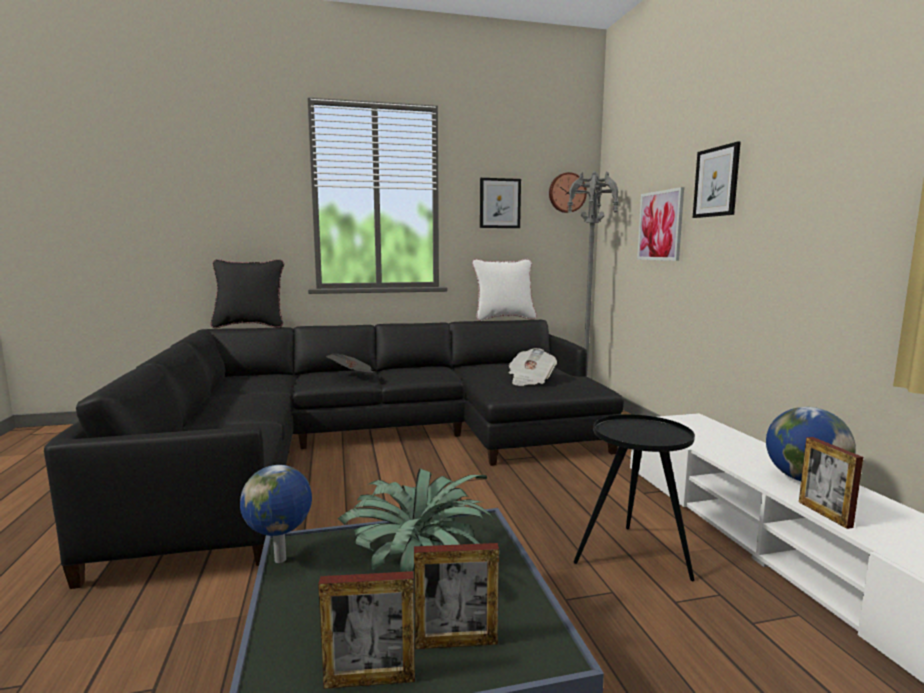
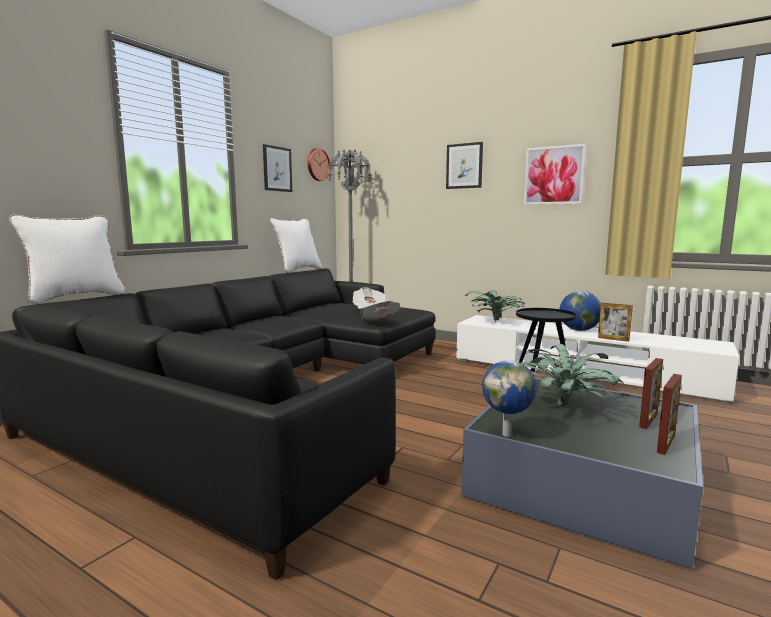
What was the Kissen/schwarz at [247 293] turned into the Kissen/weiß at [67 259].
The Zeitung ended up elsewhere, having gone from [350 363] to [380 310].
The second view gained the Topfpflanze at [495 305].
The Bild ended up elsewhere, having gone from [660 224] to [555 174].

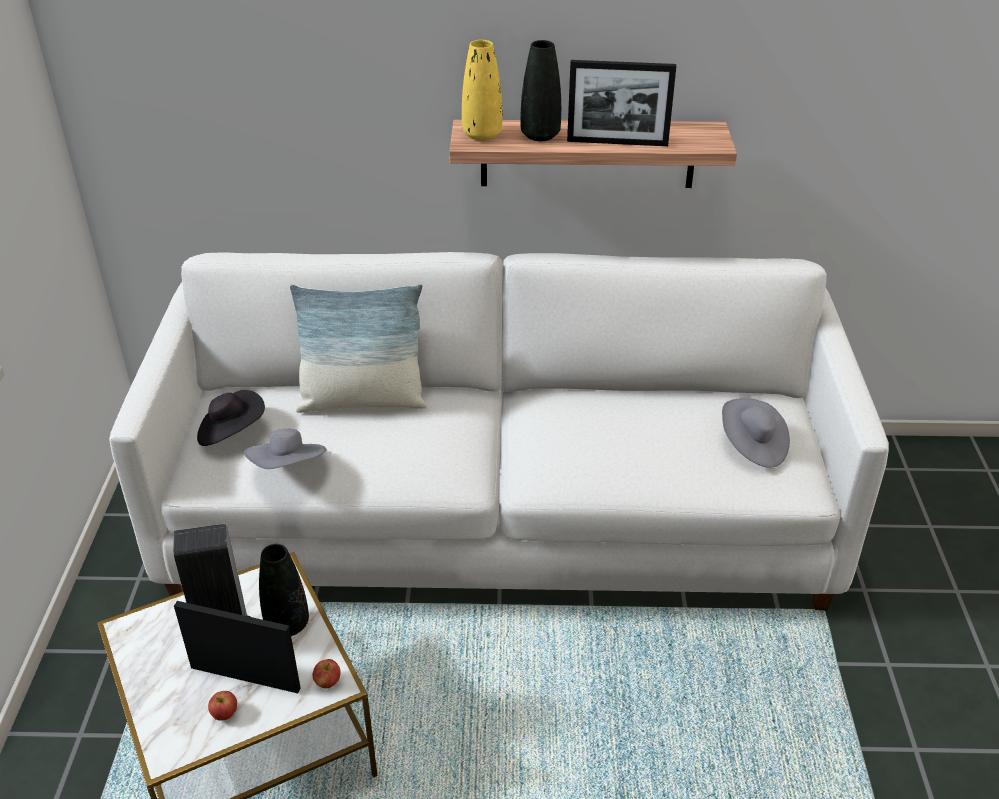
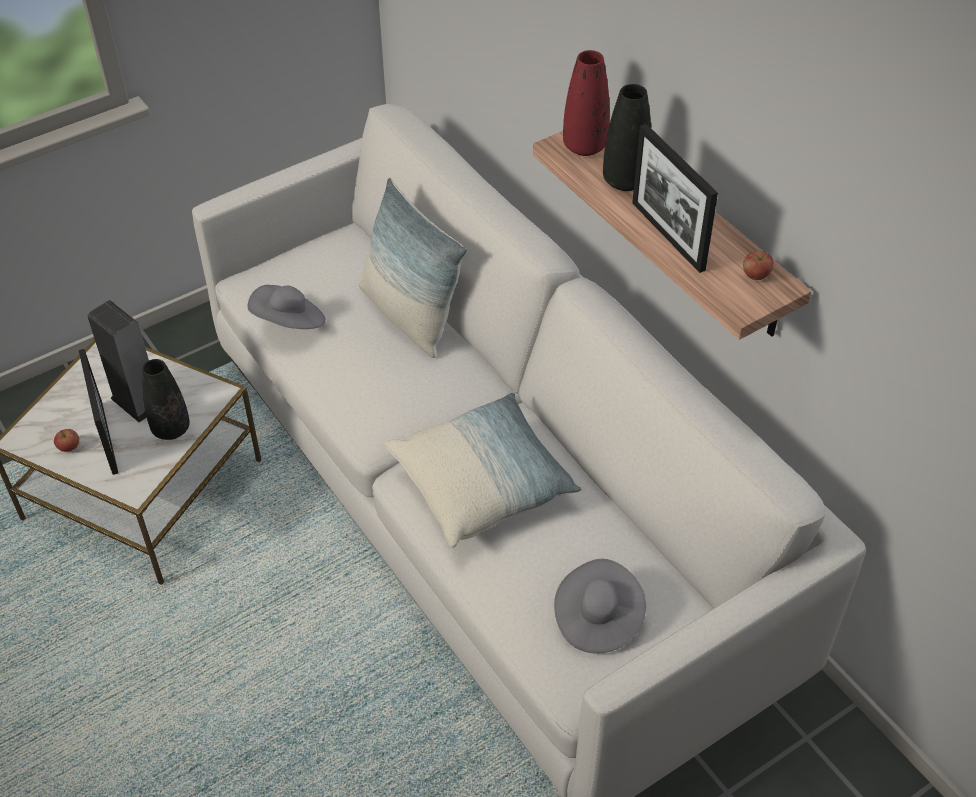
The second view gained the Kissen at [483 470].
What was the Vase/gelb at [482 90] turned into the Vase/rot at [586 103].
The Apfel ended up elsewhere, having gone from [326 673] to [758 265].
The second view lost the Hut/schwarz at [231 418].

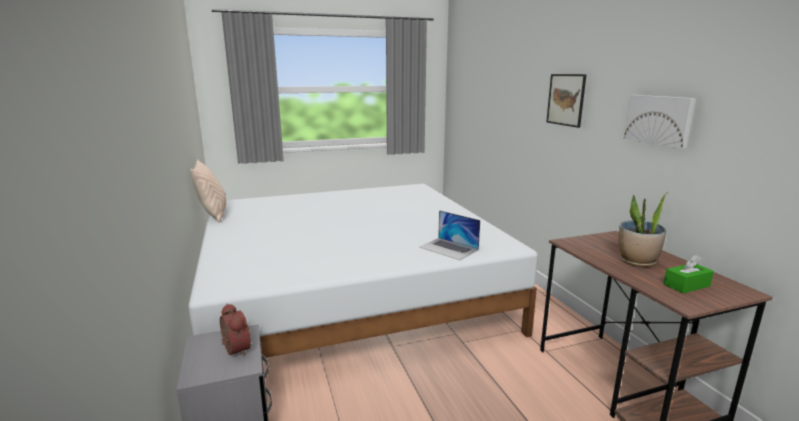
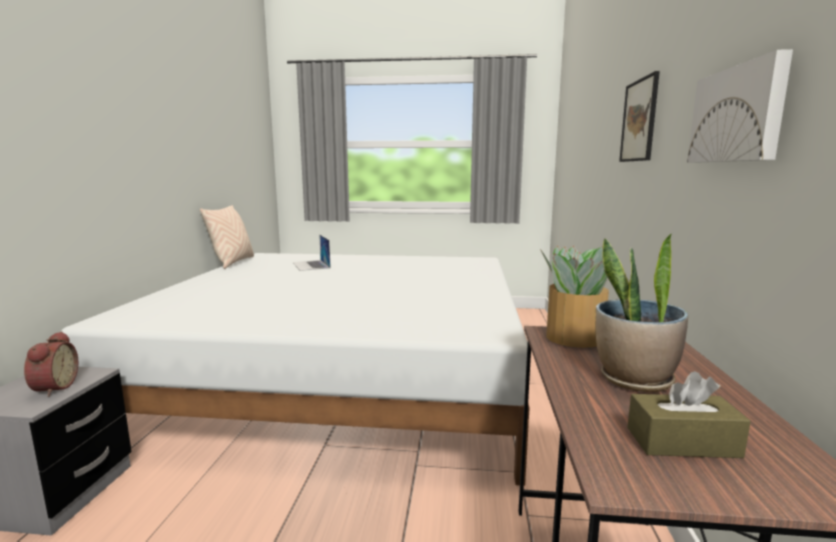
The Laptop ended up elsewhere, having gone from [450 235] to [312 252].
The second view gained the Topfpflanze at [574 297].
What was the Taschentuchbox/grün at [689 274] turned into the Taschentuchbox/braun at [689 414].

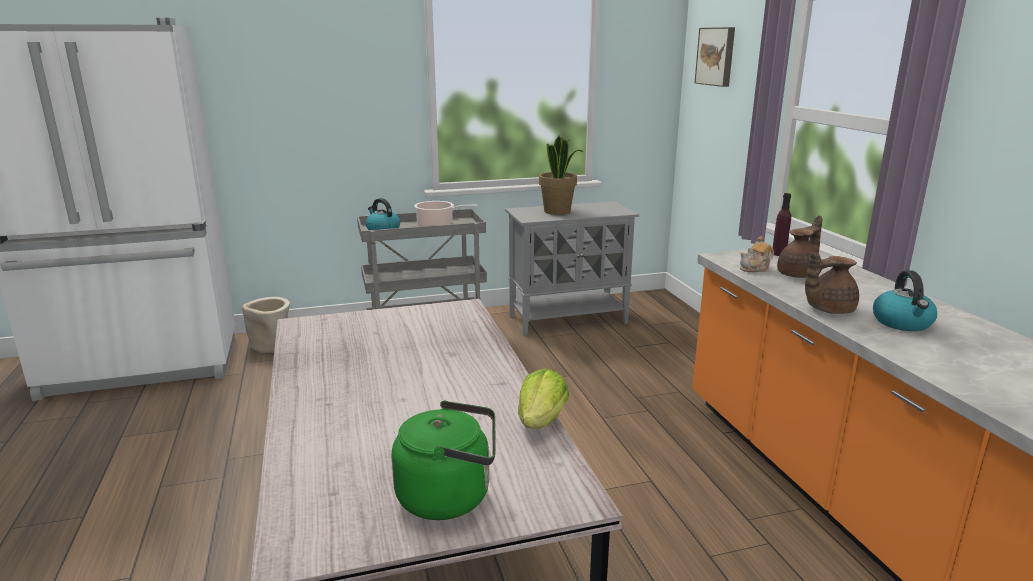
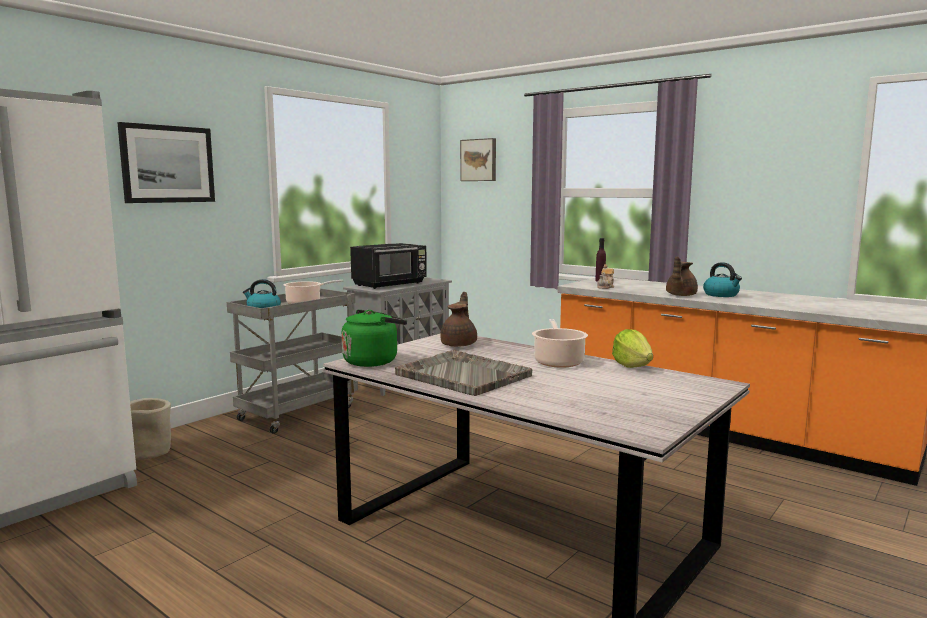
The second view gained the Bild at [166 162].
The Wasserkessel/grün ended up elsewhere, having gone from [444 460] to [374 338].
Where the Topfpflanze stood at [561 175], the Mikrowelle/schwarz came to stand at [388 266].
The second view gained the Tablett/grau at [463 373].
The Teekanne/braun ended up elsewhere, having gone from [800 246] to [458 319].
The second view gained the Kochtopf at [560 343].

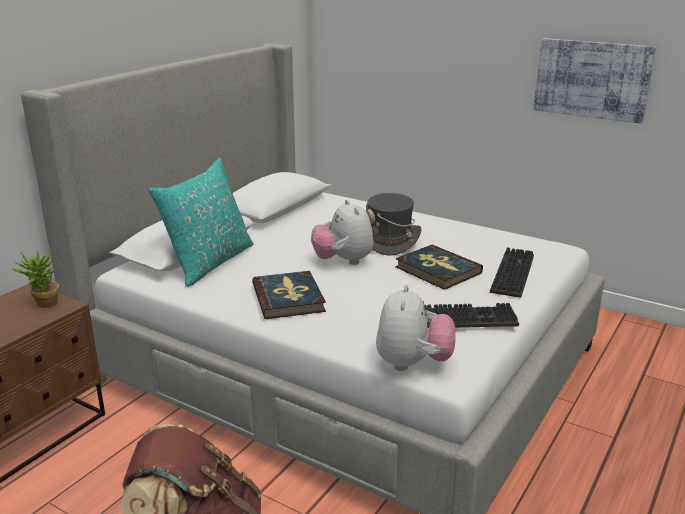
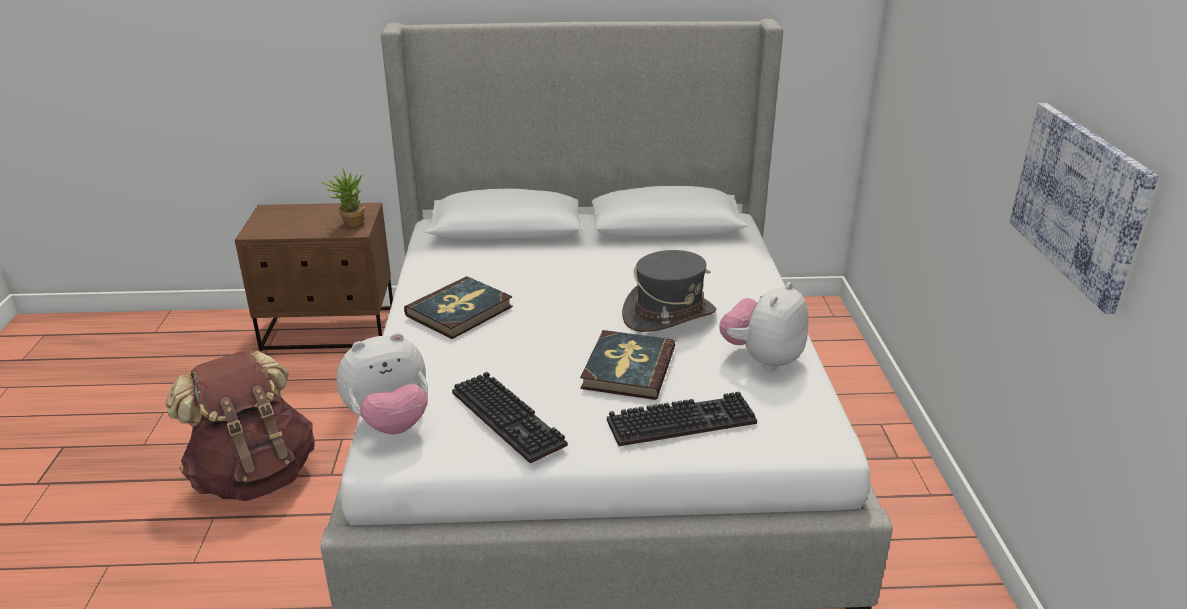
The Plüschtier ended up elsewhere, having gone from [342 232] to [763 326].
The second view lost the Kissen/türkis at [201 222].

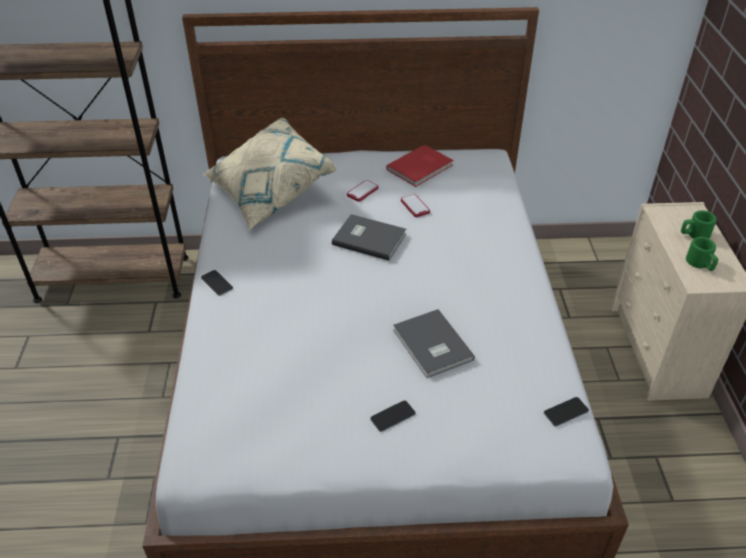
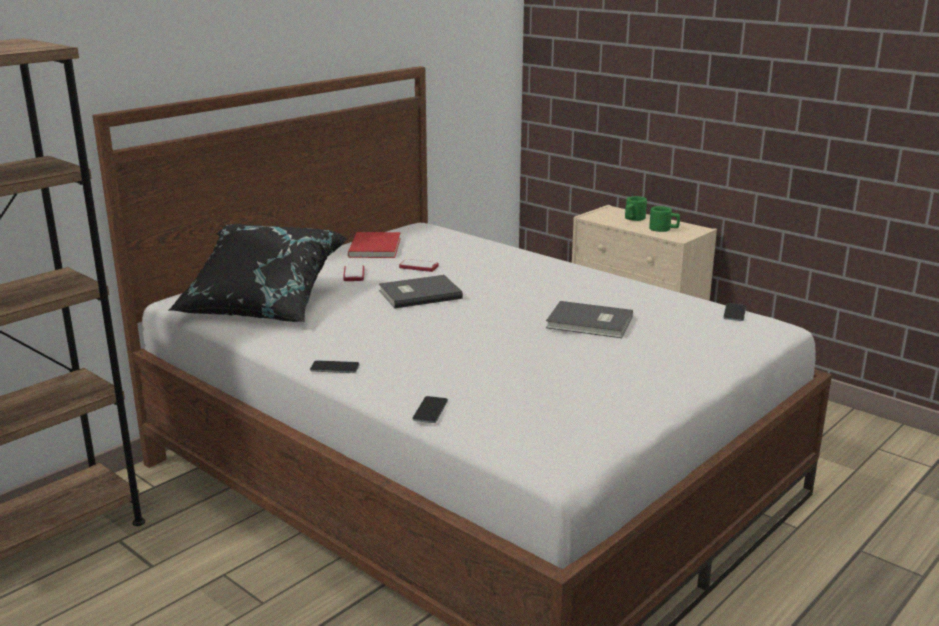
What was the Kissen/beige at [270 174] turned into the Kissen/schwarz at [258 273].
The Handy ended up elsewhere, having gone from [393 416] to [430 409].

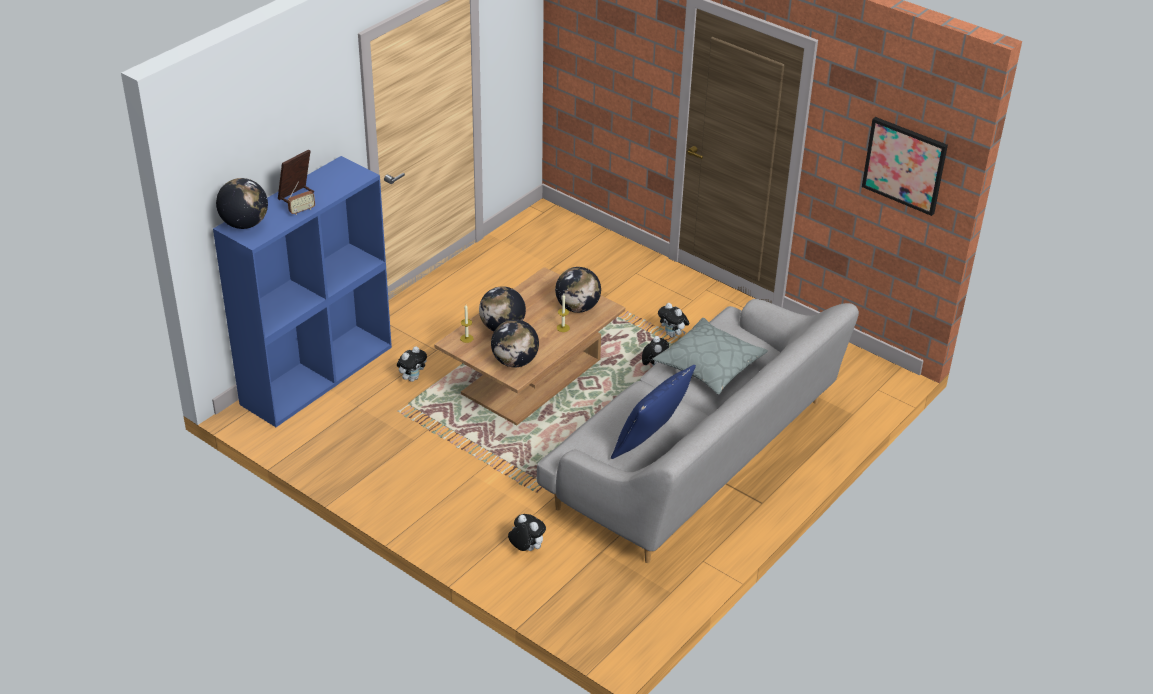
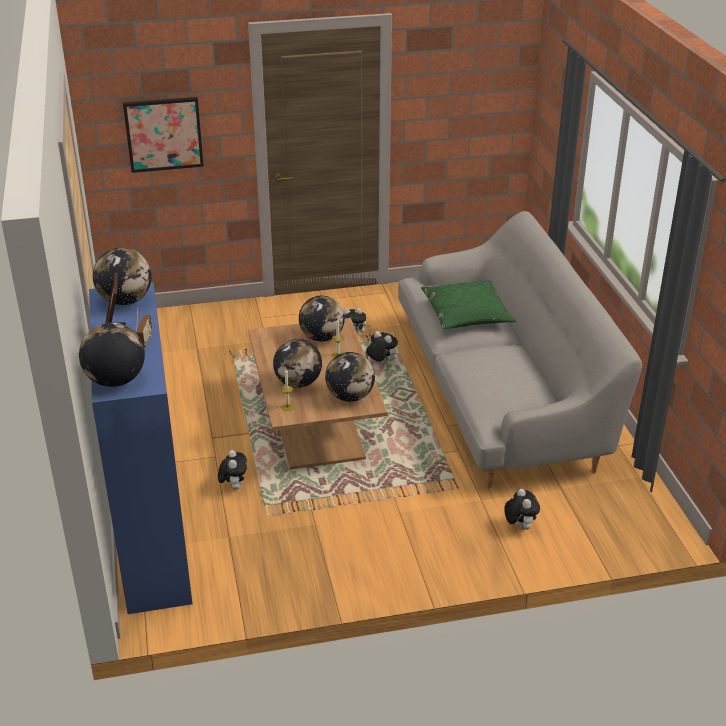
The second view gained the Globus at [122 276].
The Bild ended up elsewhere, having gone from [905 166] to [163 135].
What was the Kissen/grau at [710 356] turned into the Kissen/grün at [468 304].
The Plüschtier at [527 532] ended up facing another way, 90 degrees clockwise from before.
The second view lost the Kissen/blau at [653 412].

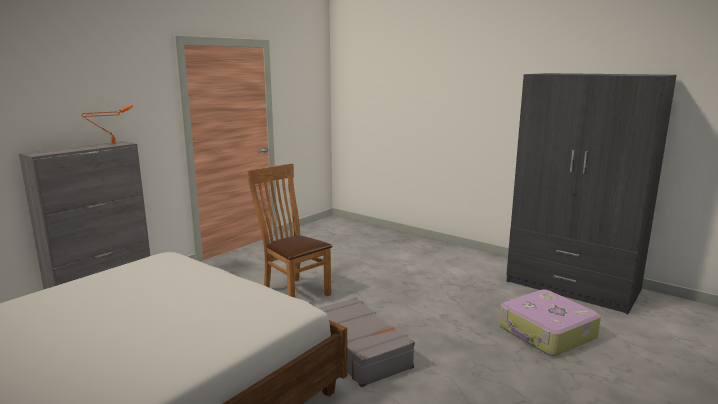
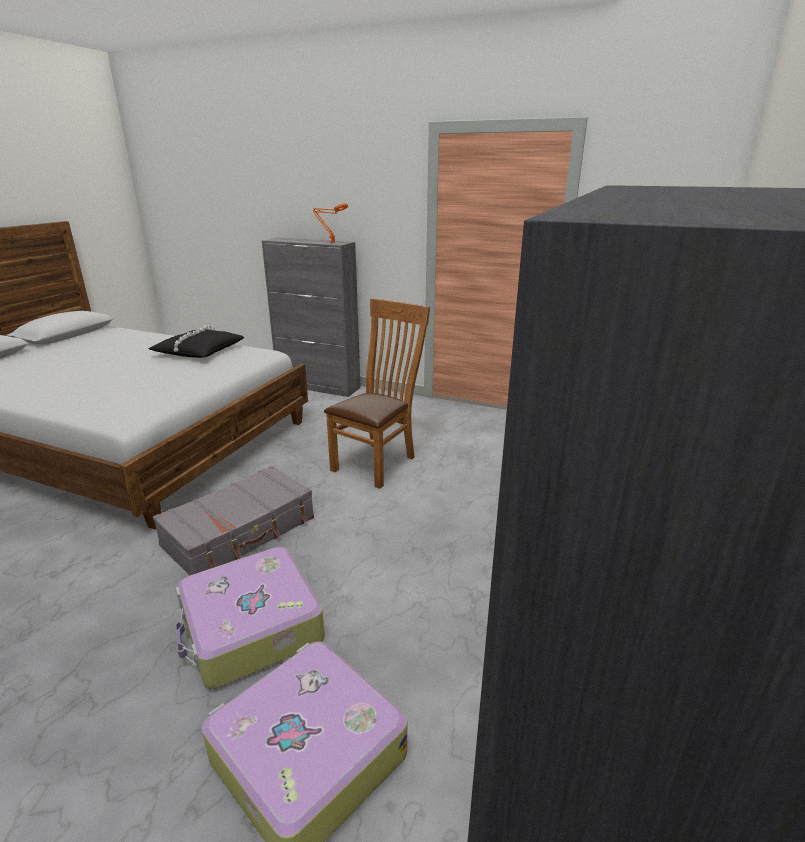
The second view gained the Kissen/schwarz at [196 341].
The second view gained the Koffer at [250 618].

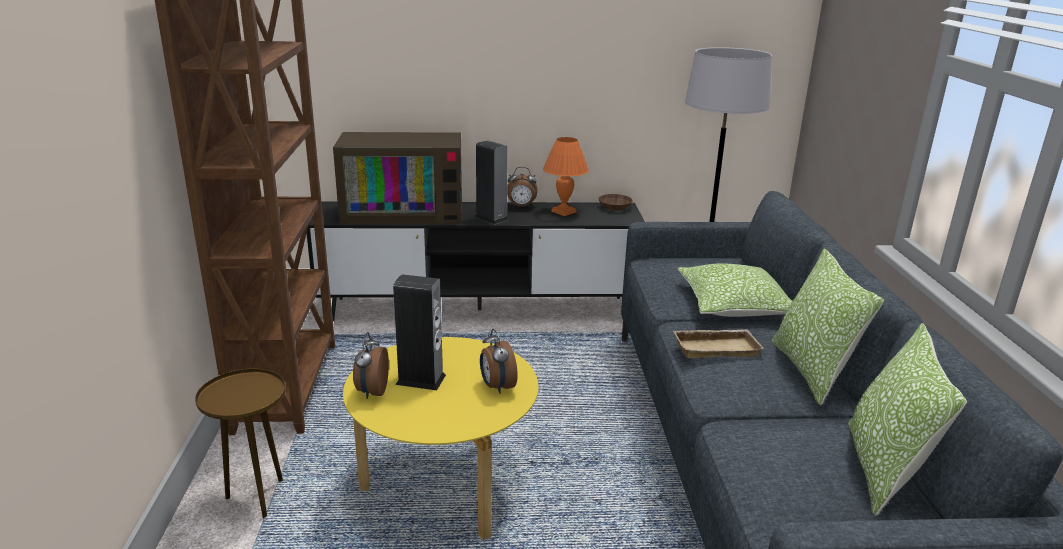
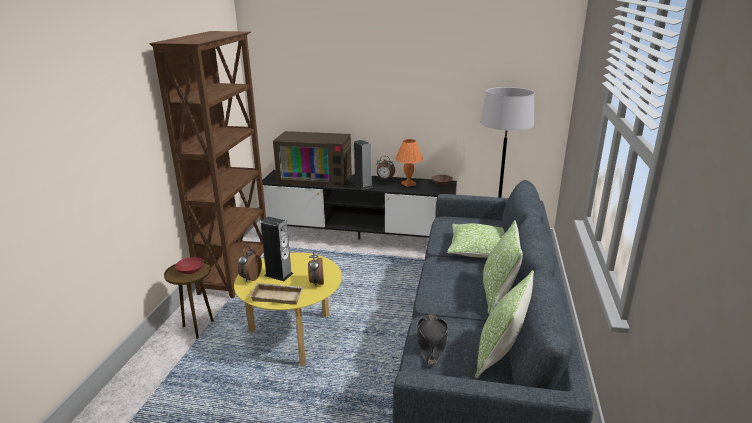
The second view gained the Schüssel/rot at [189 265].
The Tablett/beige ended up elsewhere, having gone from [718 344] to [276 294].
The second view gained the Hut/schwarz at [433 339].

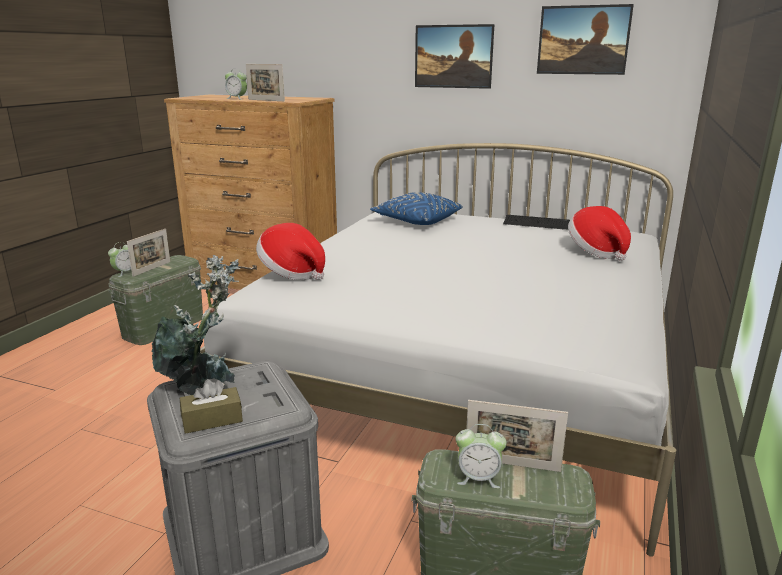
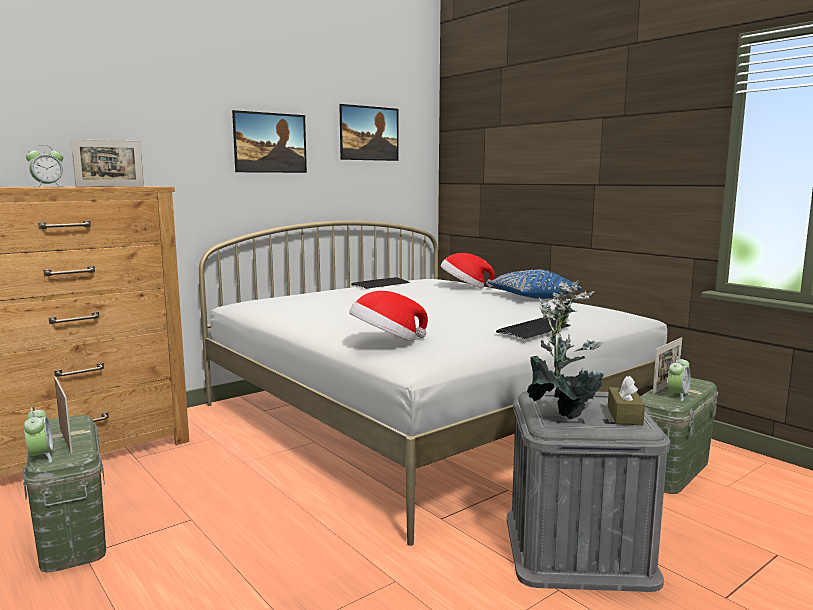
The Kissen/blau ended up elsewhere, having gone from [416 208] to [534 284].
The second view gained the Tastatur at [533 328].

